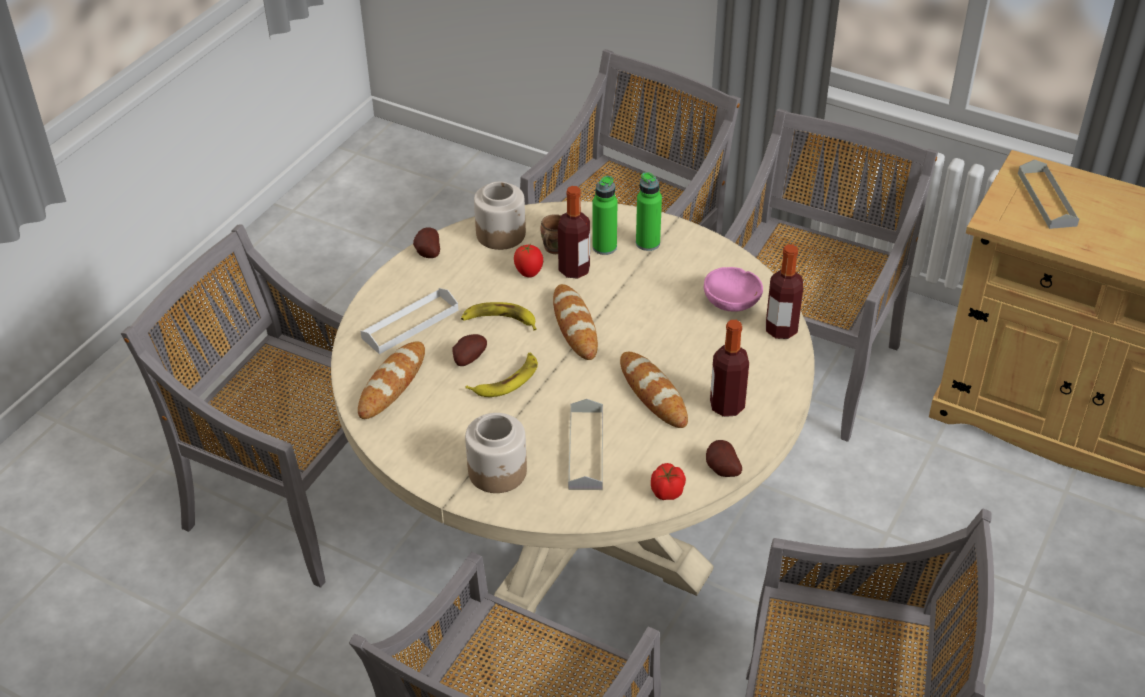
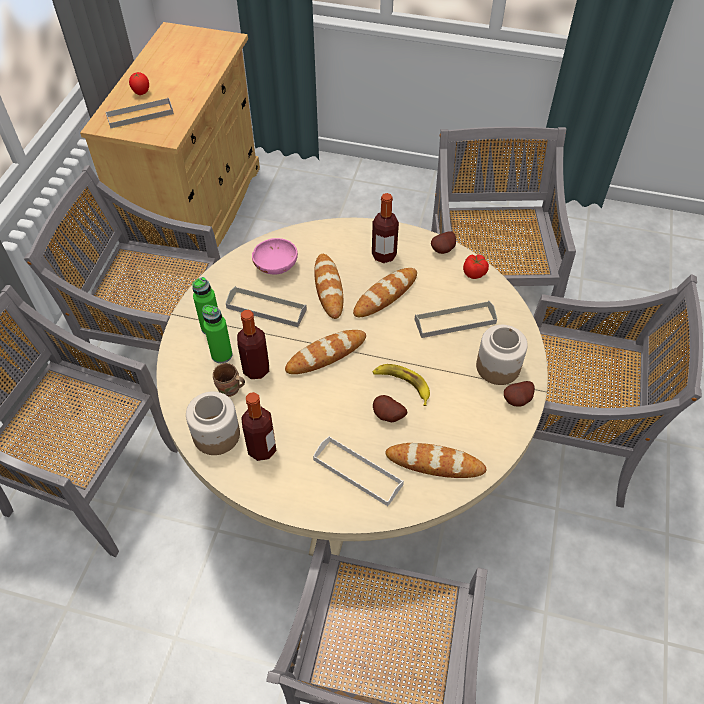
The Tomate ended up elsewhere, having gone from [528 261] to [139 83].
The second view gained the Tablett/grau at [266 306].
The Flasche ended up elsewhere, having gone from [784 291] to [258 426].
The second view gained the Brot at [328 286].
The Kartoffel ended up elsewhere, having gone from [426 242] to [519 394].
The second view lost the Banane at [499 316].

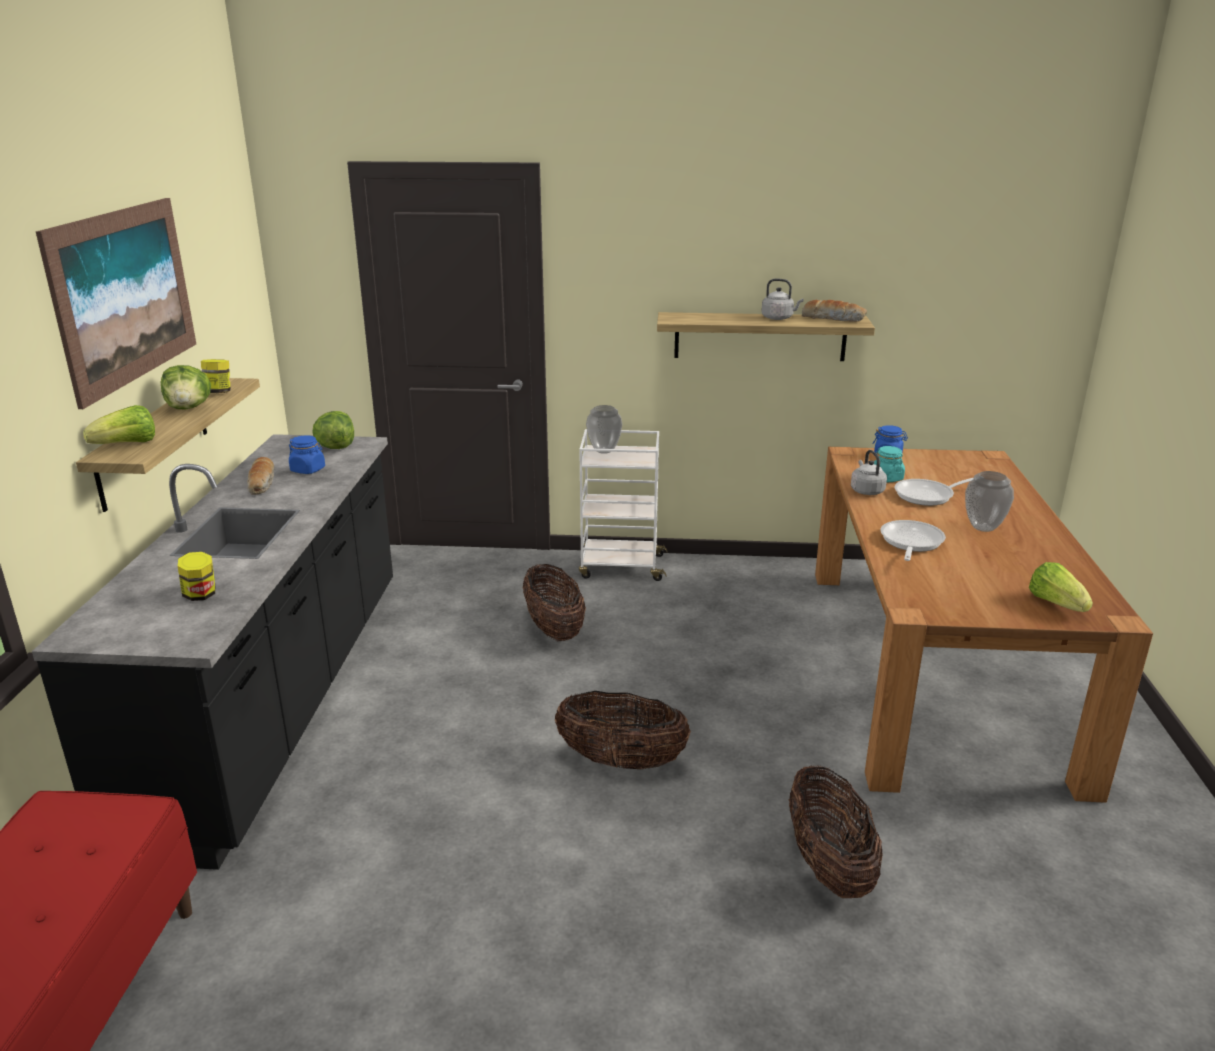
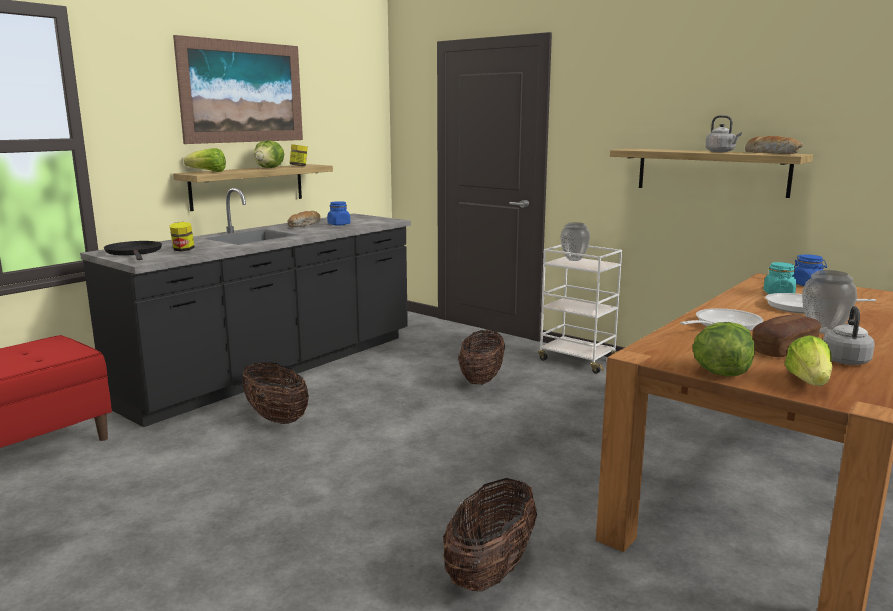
The second view gained the Pfanne/schwarz at [133 250].
The Korb ended up elsewhere, having gone from [623 730] to [275 393].
The Salatkopf ended up elsewhere, having gone from [333 430] to [723 349].
The second view gained the Brot at [786 335].
The Wasserkessel/grau ended up elsewhere, having gone from [869 472] to [849 335].

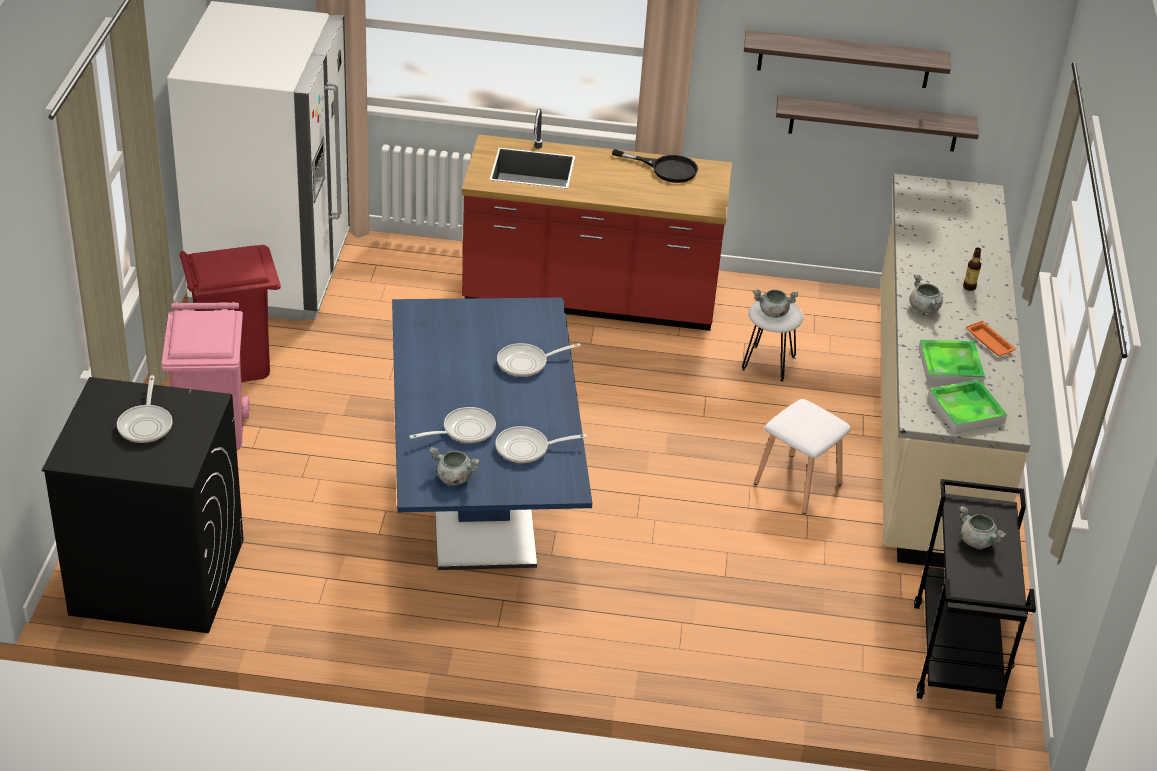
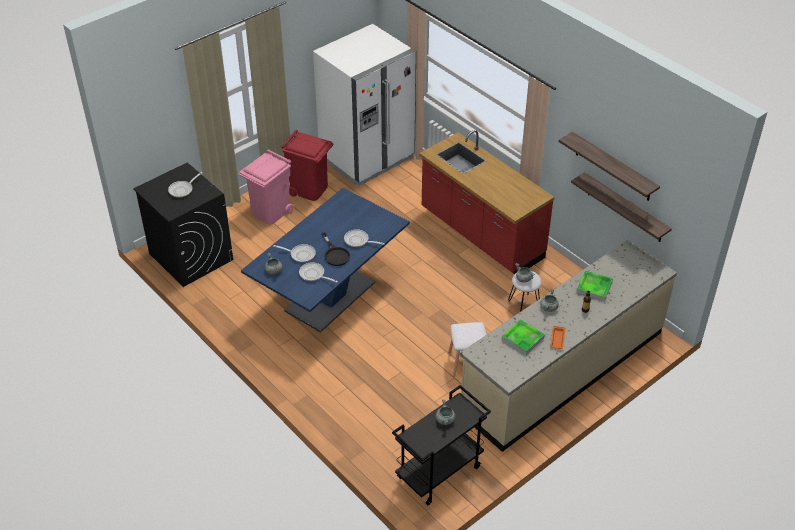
The Pfanne/schwarz ended up elsewhere, having gone from [655 166] to [335 249].
The Tablett ended up elsewhere, having gone from [967 406] to [594 285].

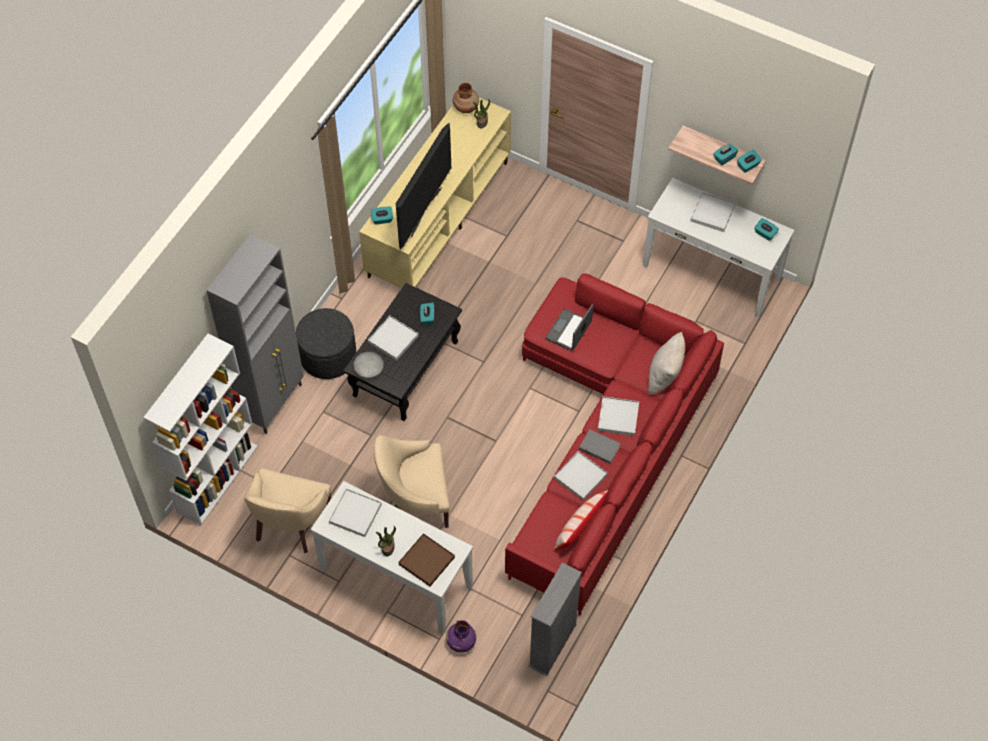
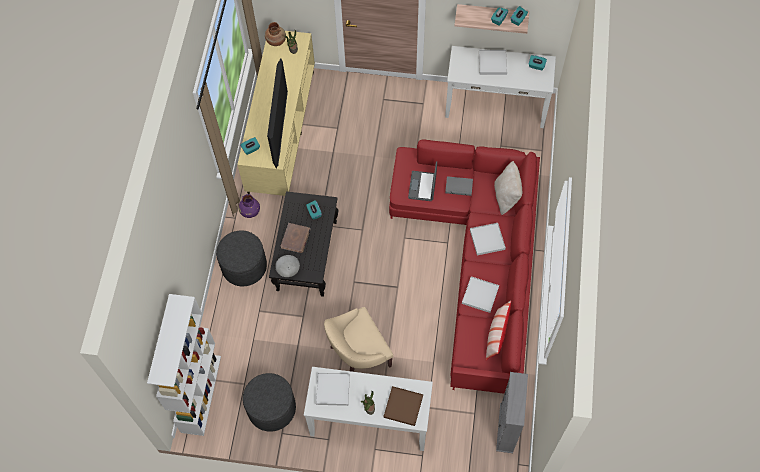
The Vase/lila ended up elsewhere, having gone from [461 636] to [249 206].
Where the Sessel/beige stood at [287 510], the Polsterhocker/grau came to stand at [269 402].
Where the Tablett/weiß stood at [393 338], the Buch/braun came to stand at [296 238].
The Buch/grau ended up elsewhere, having gone from [600 446] to [459 186].
The second view lost the Schrank/grau at [255 334].

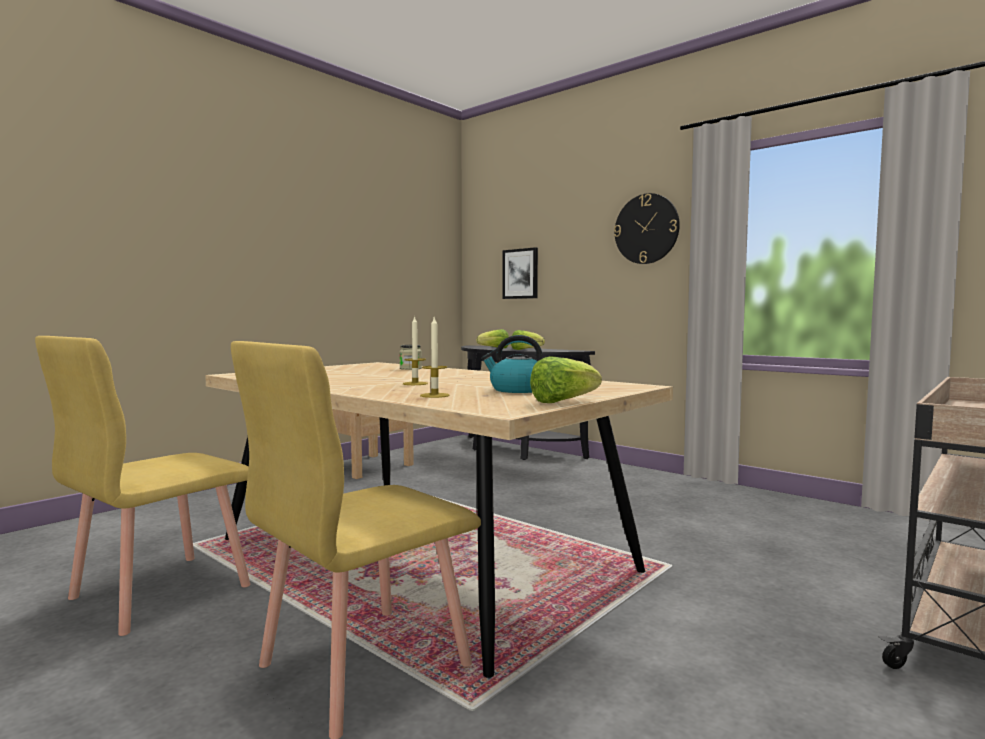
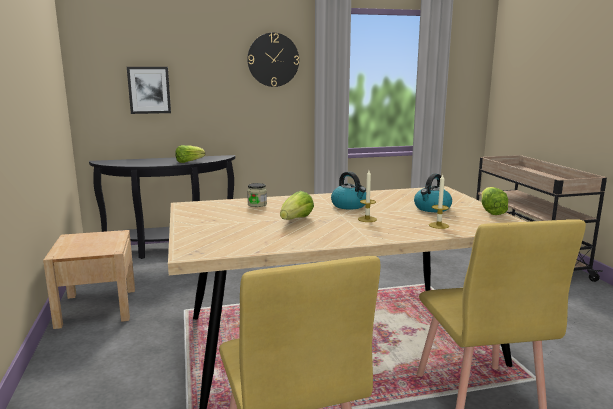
The Salatkopf ended up elsewhere, having gone from [492 338] to [297 205].
The second view gained the Wasserkessel at [348 190].

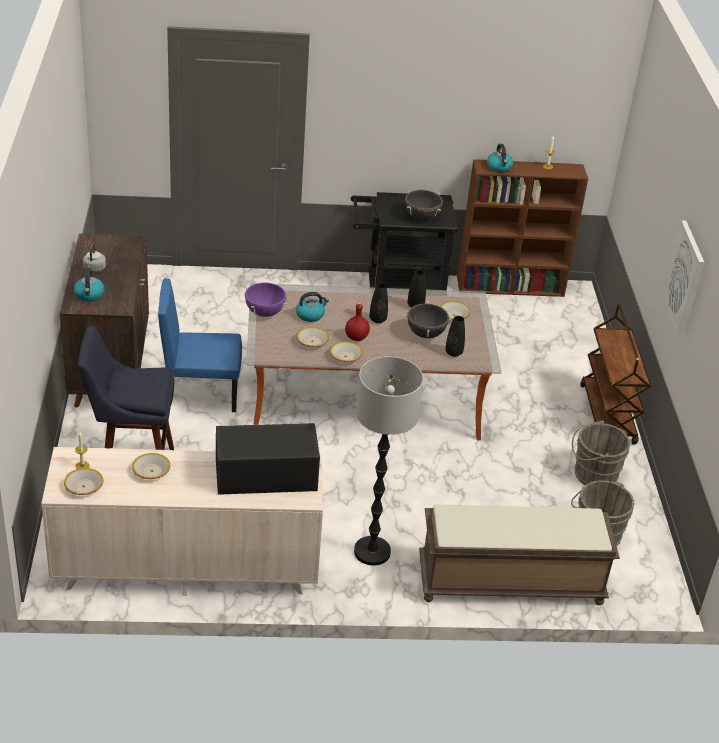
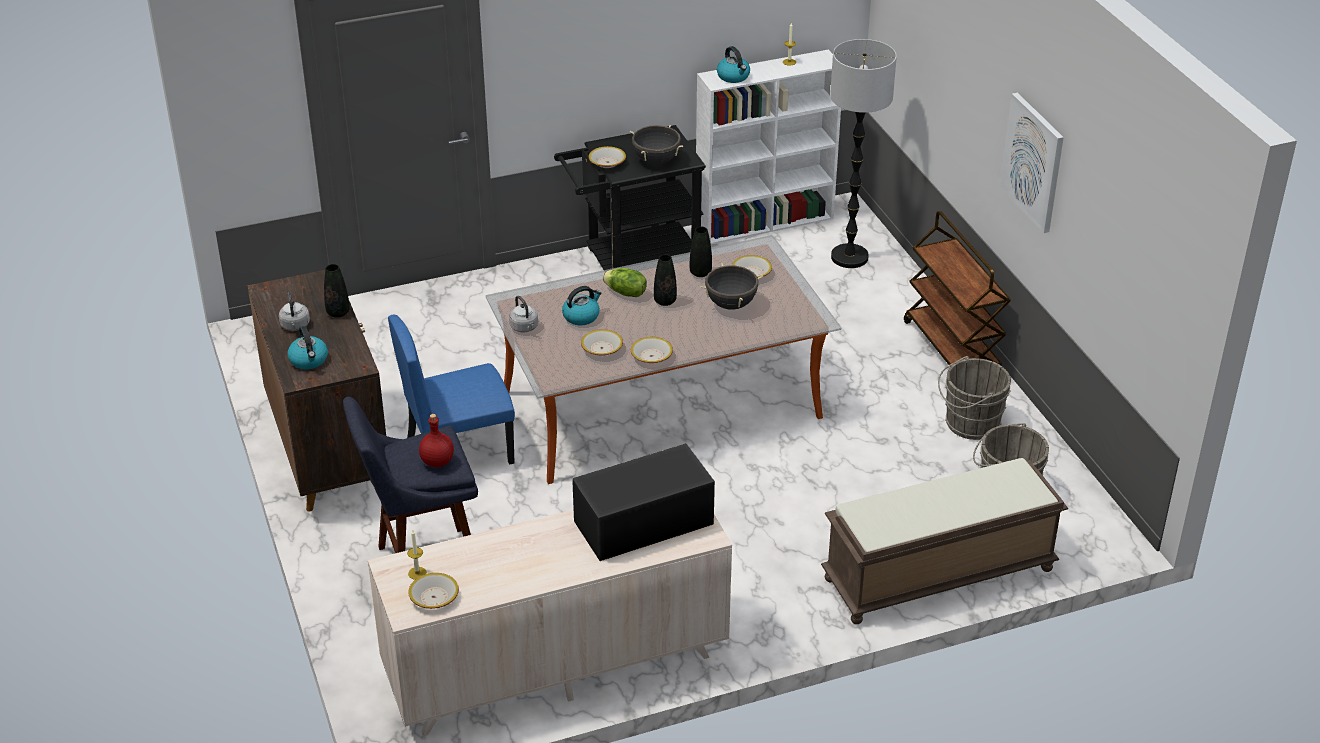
The Vase/schwarz ended up elsewhere, having gone from [455 336] to [337 291].
The Flasche/rot ended up elsewhere, having gone from [357 321] to [436 440].
Where the Kochtopf/lila stood at [266 300], the Wasserkessel/grau came to stand at [523 314].
The Schüssel ended up elsewhere, having gone from [151 466] to [607 157].
The second view gained the Salatkopf at [625 282].
What was the Bücherregal/braun at [522 228] turned into the Bücherregal/weiß at [768 146].
The Stehlampe ended up elsewhere, having gone from [389 461] to [863 153].

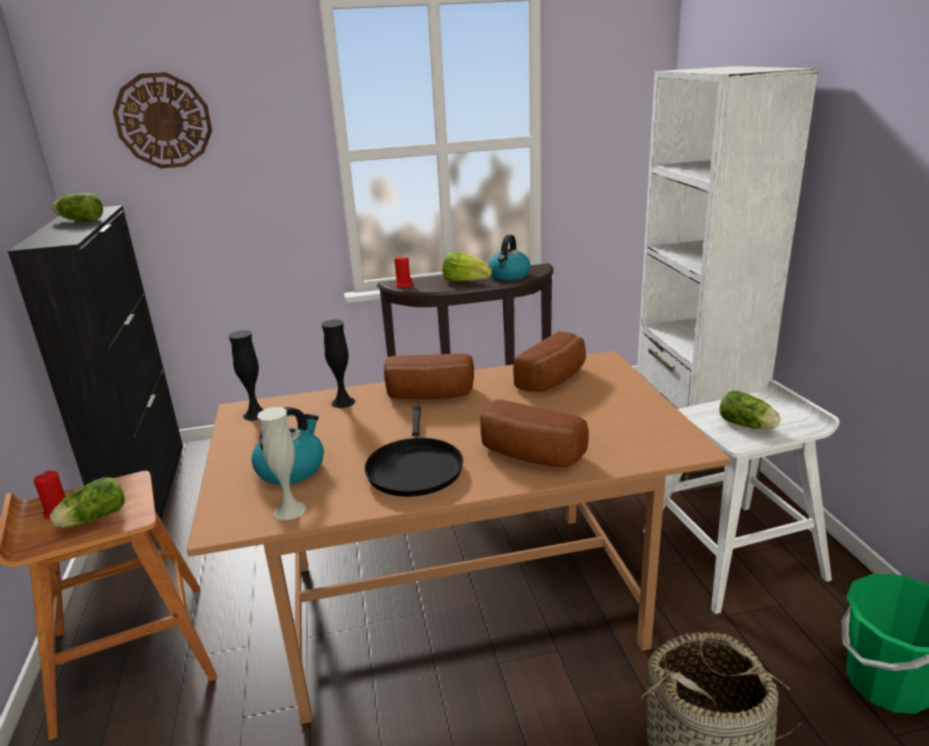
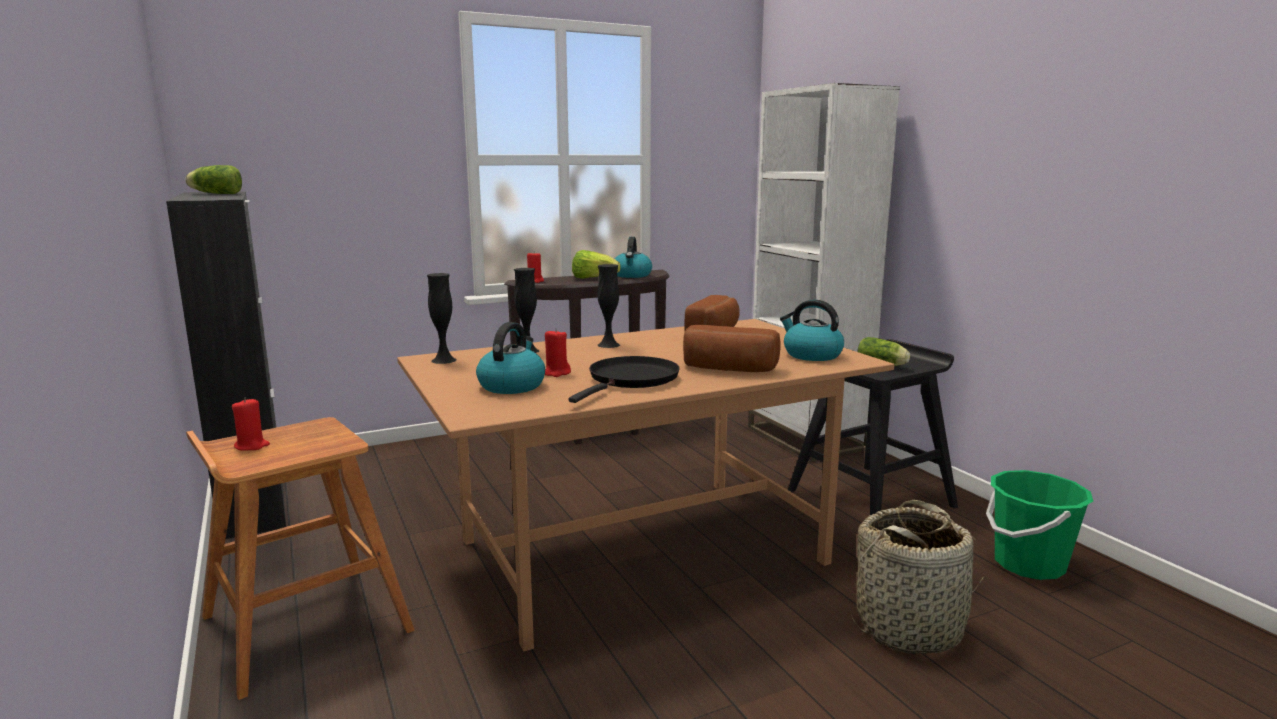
The second view gained the Kerze/rot at [558 352].
The Pfanne/schwarz at [413 452] ended up facing another way, 135 degrees counterclockwise from before.
Where the Brot stood at [429 376], the Vase/schwarz came to stand at [608 306].
The second view gained the Wasserkessel at [812 330].
What was the Hocker/weiß at [741 497] turned into the Hocker/schwarz at [873 427].
The second view lost the Salatkopf at [87 502].
The second view lost the Wanduhr at [162 120].
The second view lost the Vase/weiß at [281 463].

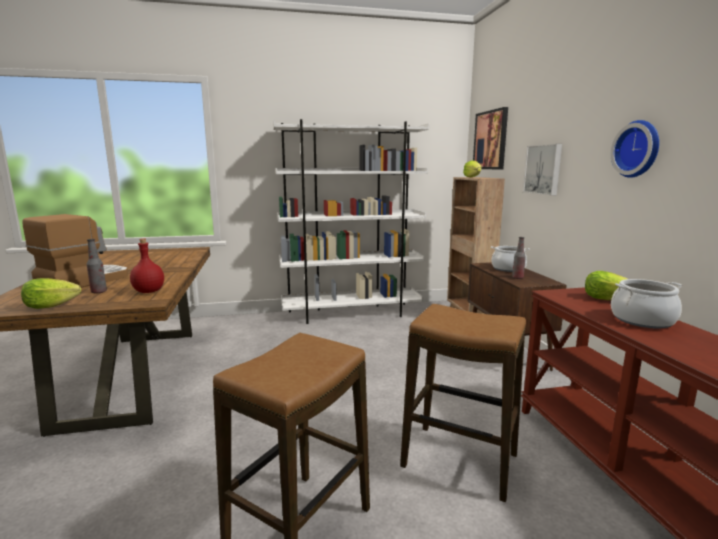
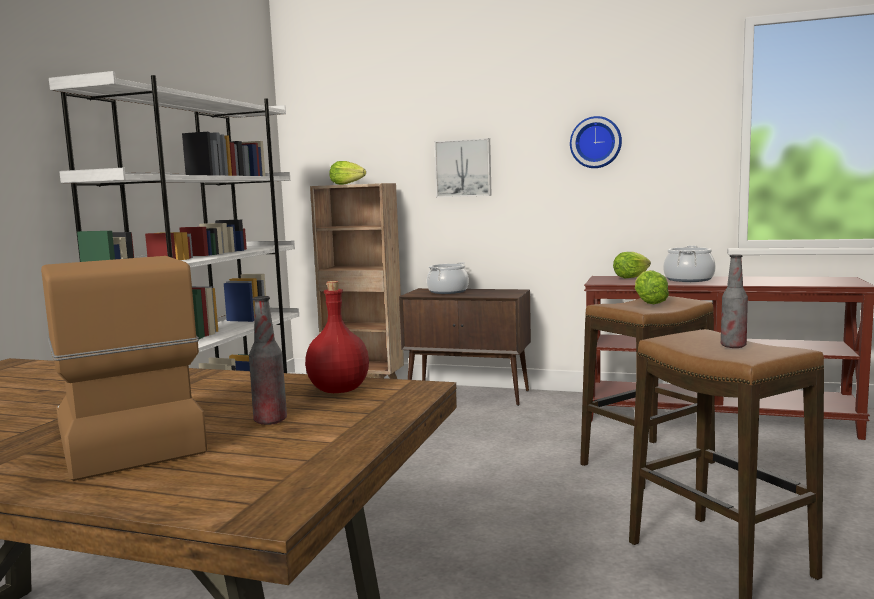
The Salatkopf ended up elsewhere, having gone from [51 293] to [652 287].
The Flasche ended up elsewhere, having gone from [519 258] to [734 301].
The second view lost the Bild at [490 138].

